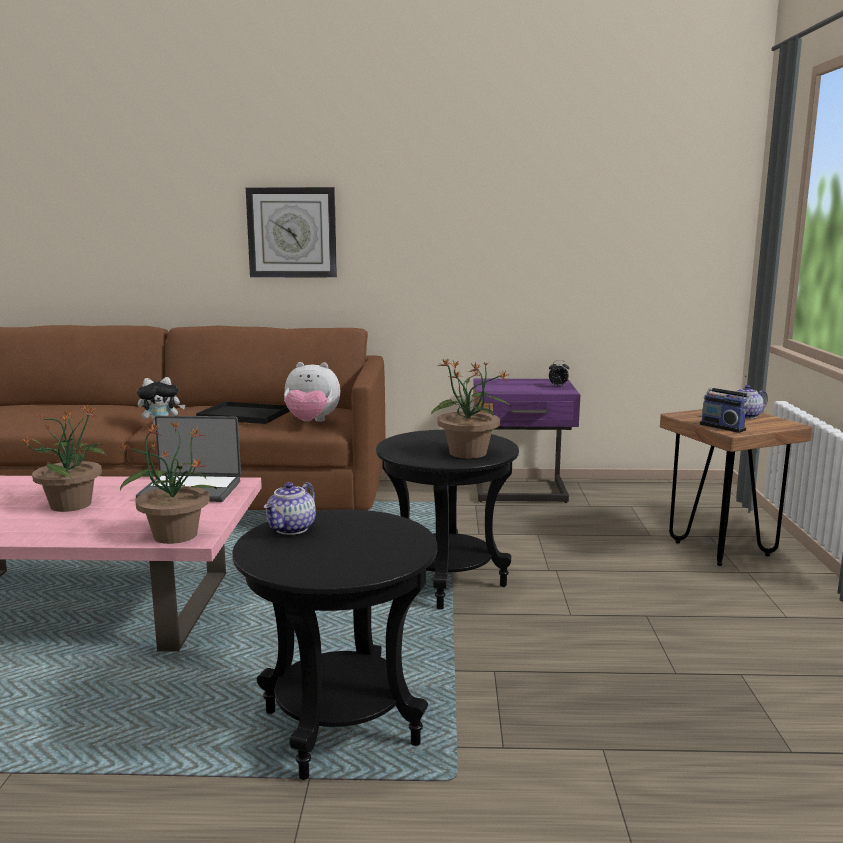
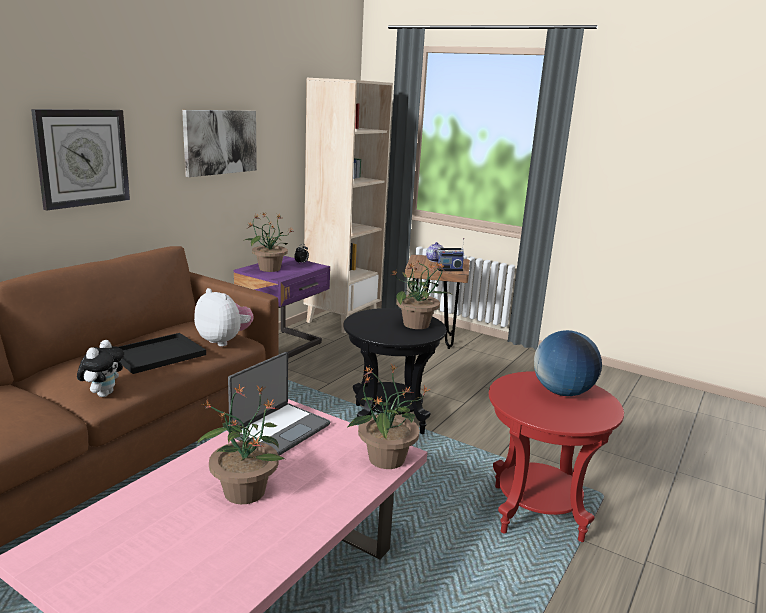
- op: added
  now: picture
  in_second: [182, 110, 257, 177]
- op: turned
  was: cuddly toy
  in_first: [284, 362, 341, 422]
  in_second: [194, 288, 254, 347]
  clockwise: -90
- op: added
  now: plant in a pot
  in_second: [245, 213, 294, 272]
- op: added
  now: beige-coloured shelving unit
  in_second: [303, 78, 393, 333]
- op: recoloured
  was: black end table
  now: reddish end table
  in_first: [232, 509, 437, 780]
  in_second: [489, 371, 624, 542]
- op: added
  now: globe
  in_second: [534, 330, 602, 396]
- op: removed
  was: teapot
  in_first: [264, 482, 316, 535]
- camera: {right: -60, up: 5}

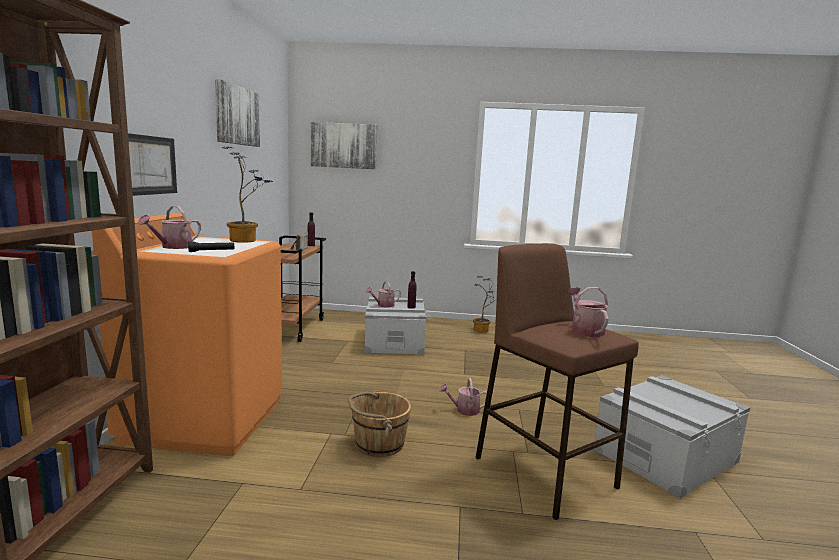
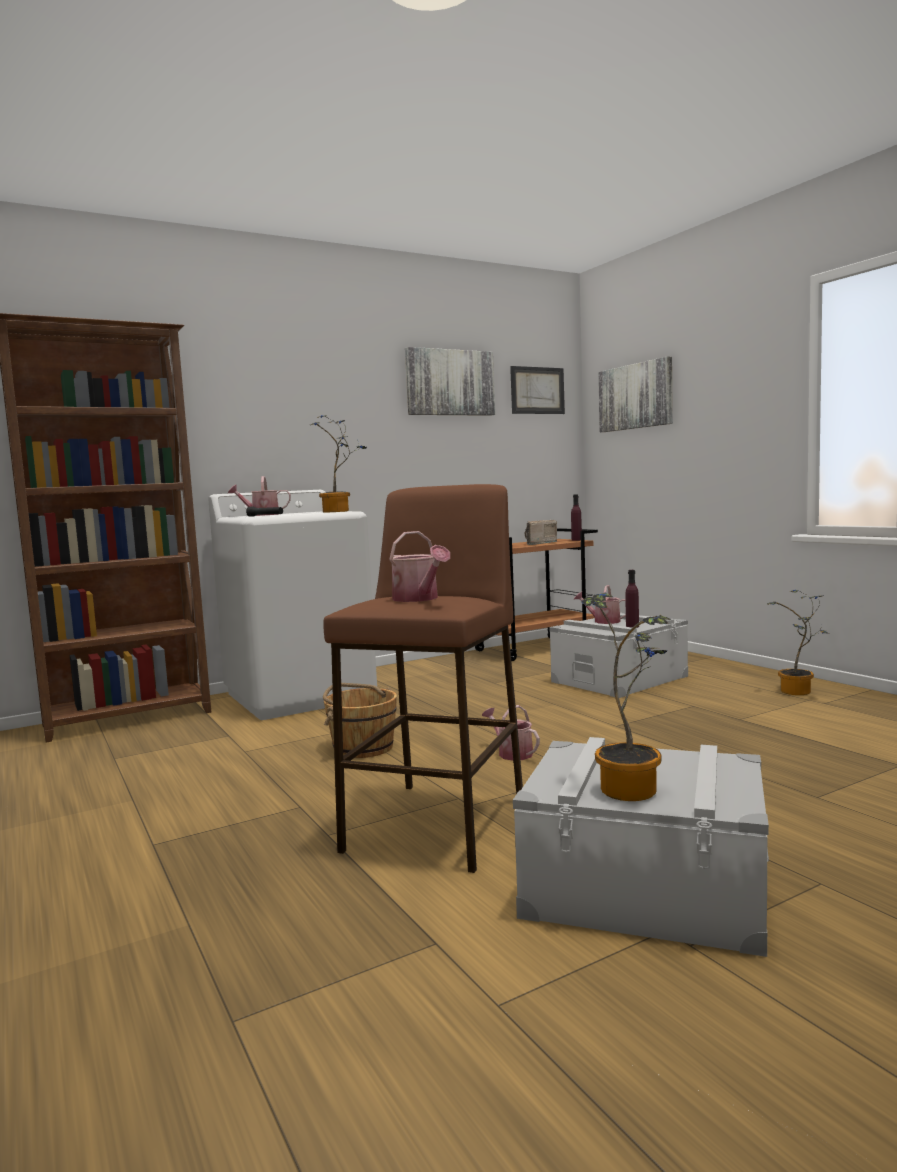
- op: recoloured
  was: orange-coloured washing machine
  now: white-coloured washing machine
  in_first: [92, 213, 282, 456]
  in_second: [208, 490, 377, 720]
- op: turned
  was: watering pot
  in_first: [567, 287, 608, 337]
  in_second: [389, 531, 450, 602]
  clockwise: 105
- op: moved
  was: picture
  in_first: [128, 133, 177, 196]
  in_second: [510, 366, 565, 414]
- op: added
  now: plant in a pot
  in_second: [581, 592, 672, 801]
- camera: {right: 55, up: -5}

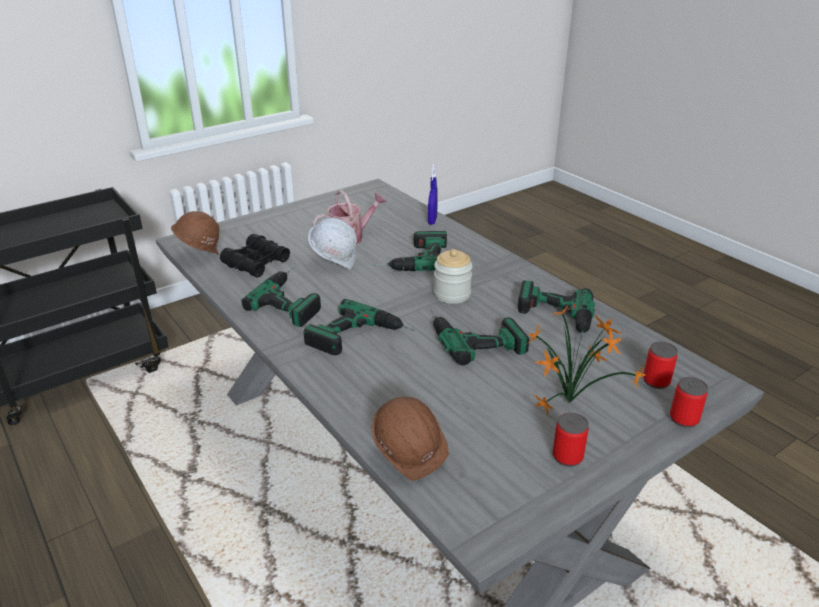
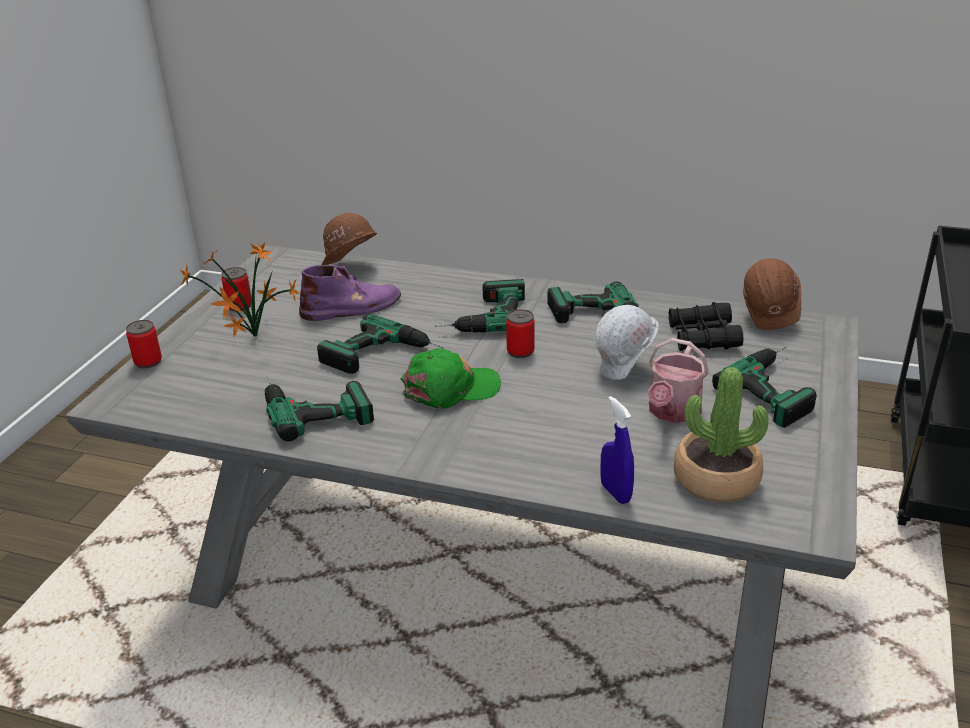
- op: added
  now: purple boot
  in_second: [299, 265, 401, 321]
- op: replaced
  was: jar
  now: green peaked cap
  in_first: [434, 249, 473, 304]
  in_second: [401, 348, 501, 409]
- op: moved
  was: sealed can
  in_first: [643, 341, 678, 389]
  in_second: [506, 309, 534, 358]
- op: added
  now: plant in a pot
  in_second: [674, 367, 768, 502]
- op: moved
  was: power drill
  in_first: [374, 231, 447, 271]
  in_second: [712, 346, 817, 428]
- camera: {right: 145, up: 0}

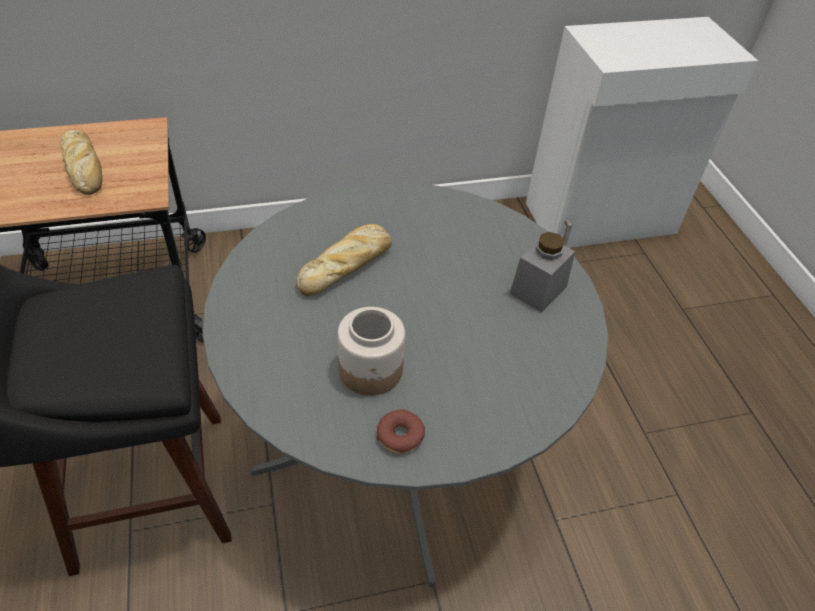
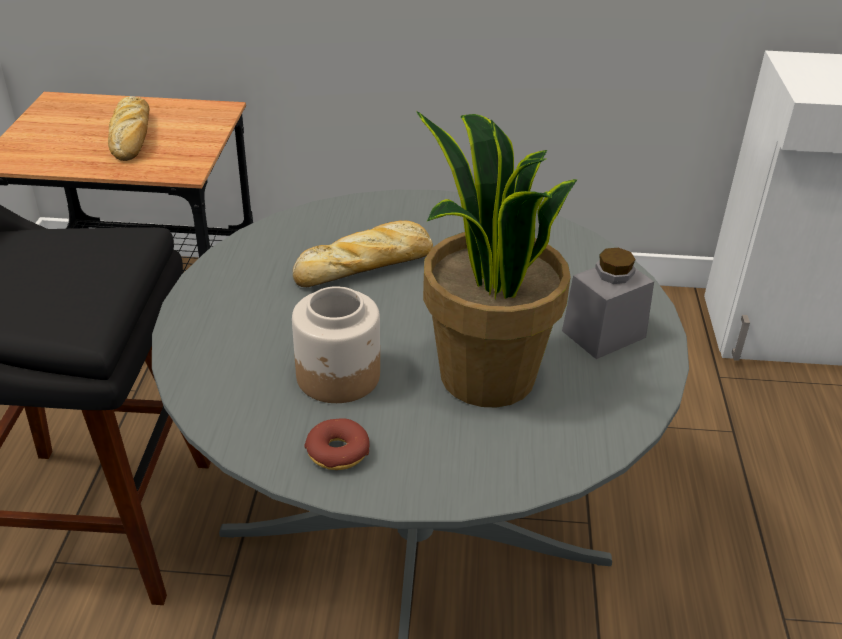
- op: added
  now: plant in a pot
  in_second: [417, 111, 577, 408]
- camera: {right: 20, up: -10}

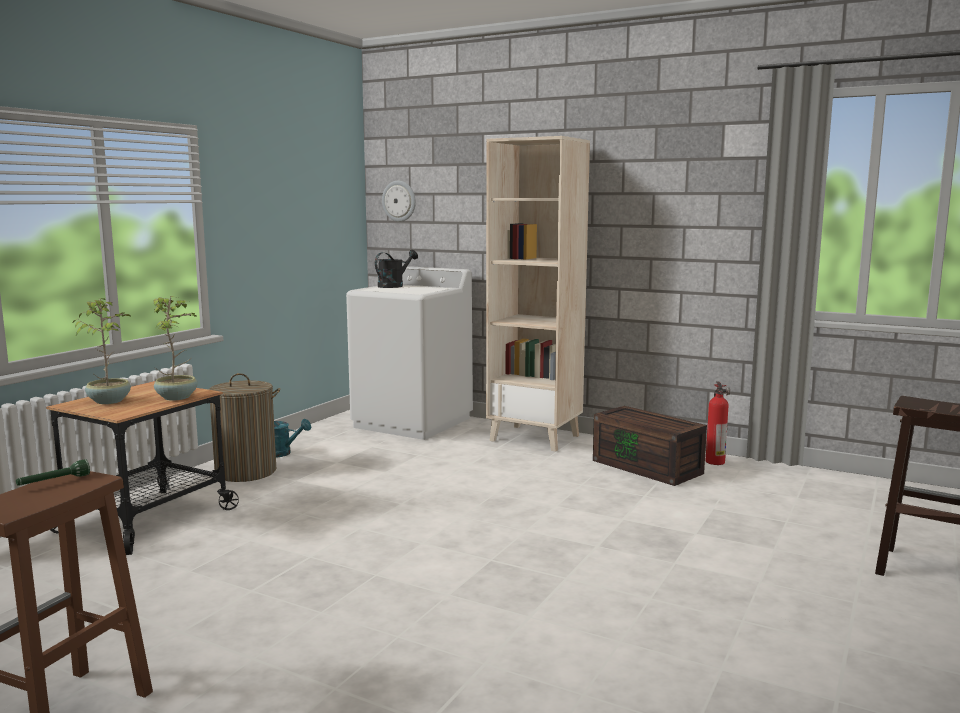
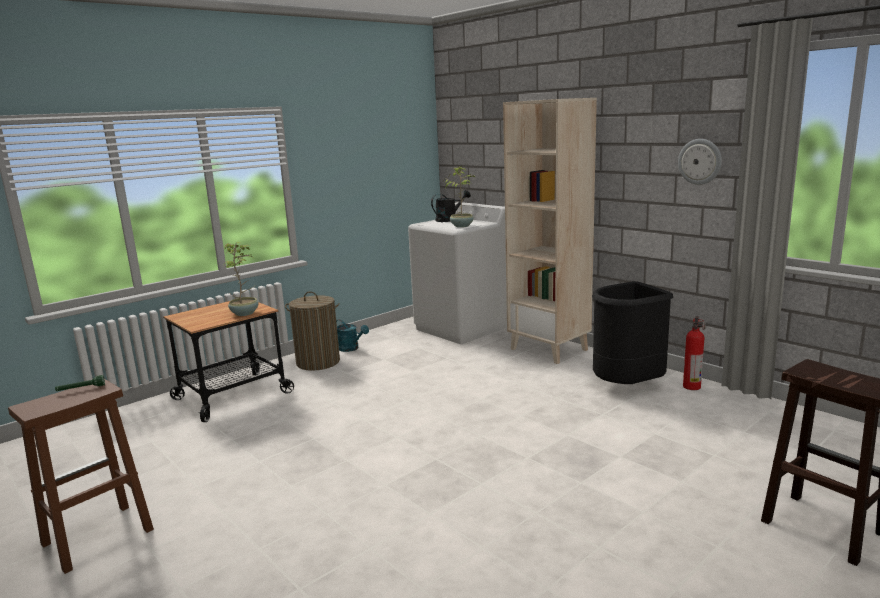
- op: moved
  was: plant in a pot
  in_first: [72, 298, 132, 404]
  in_second: [444, 166, 475, 228]
- op: replaced
  was: brown storage container
  now: black rubbish bin
  in_first: [593, 406, 707, 486]
  in_second: [592, 281, 673, 384]
- op: moved
  was: hanging clock
  in_first: [382, 181, 416, 222]
  in_second: [678, 139, 722, 185]
- camera: {right: 20, up: 5}

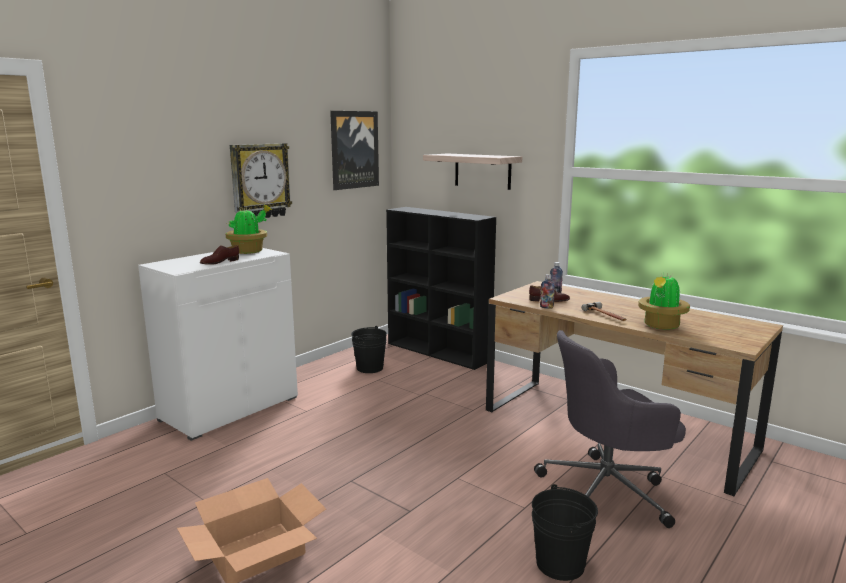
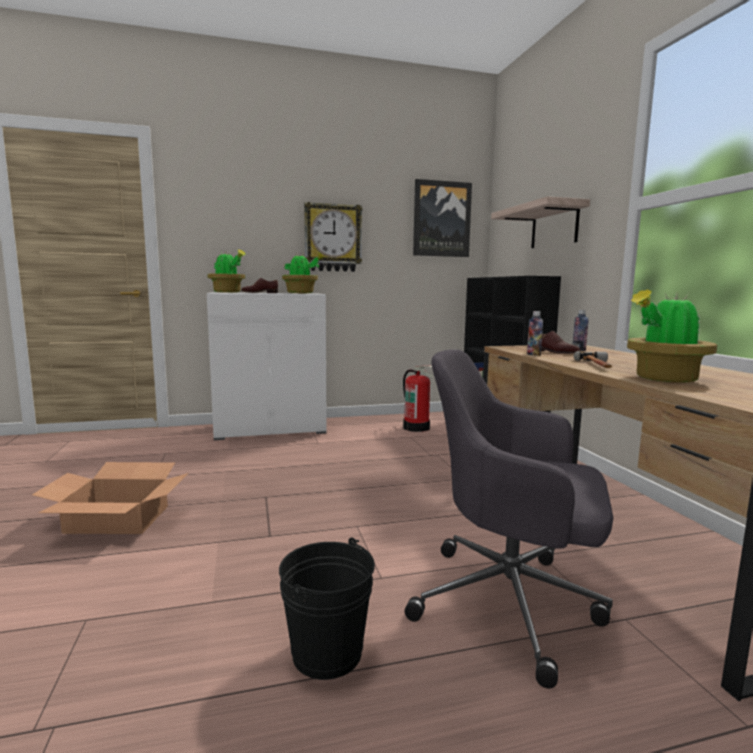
- op: added
  now: plant in a pot
  in_second: [208, 249, 246, 293]
- op: replaced
  was: black bucket
  now: fire extinguisher
  in_first: [351, 326, 387, 373]
  in_second: [403, 365, 434, 432]
- camera: {right: 35, up: -5}

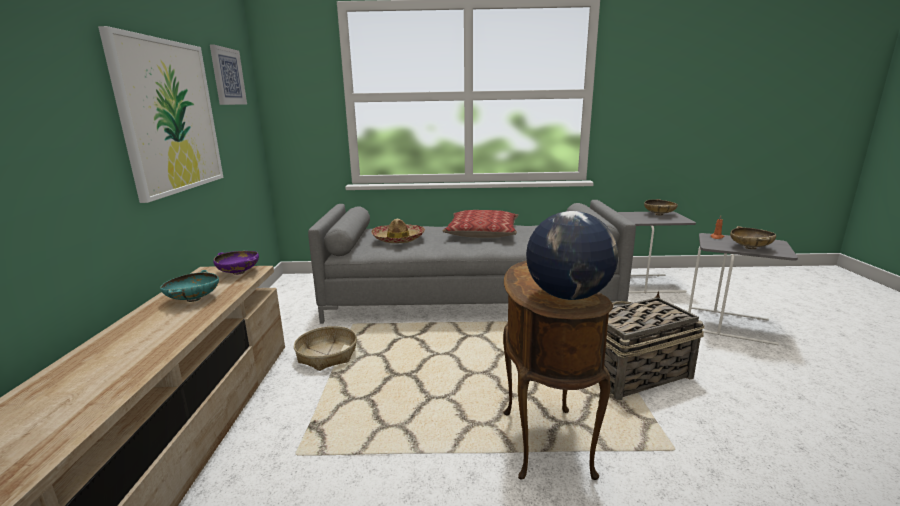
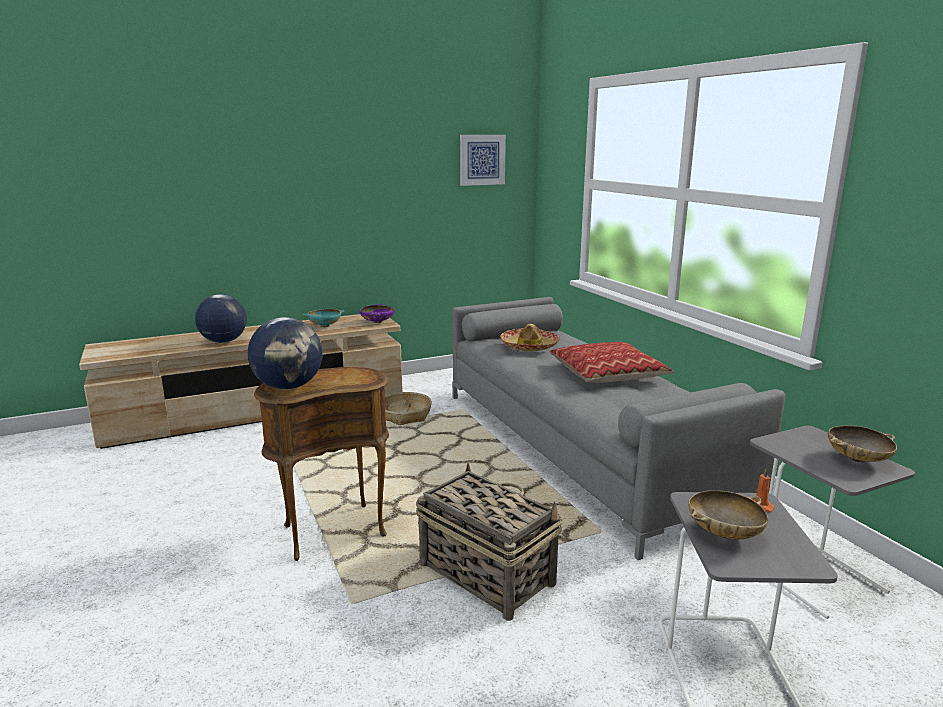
- op: added
  now: globe
  in_second: [195, 294, 247, 343]
- op: removed
  was: picture
  in_first: [98, 26, 224, 203]
- camera: {right: 65, up: 0}

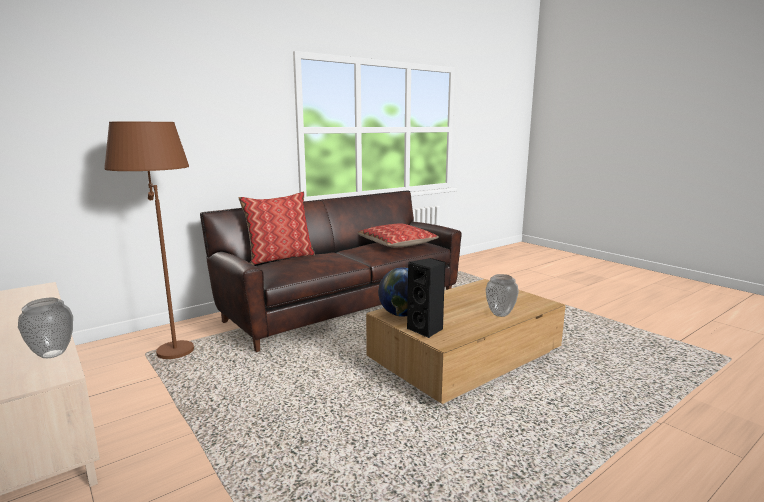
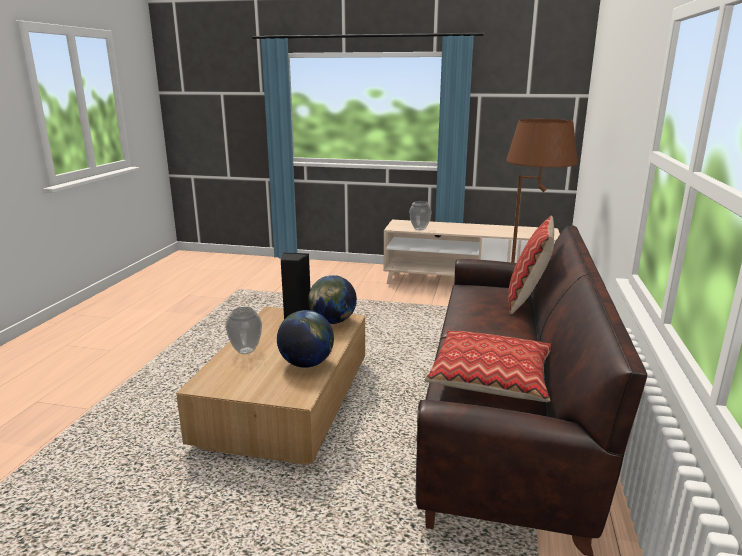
- op: added
  now: globe
  in_second: [277, 310, 334, 368]
- camera: {right: 140, up: 5}

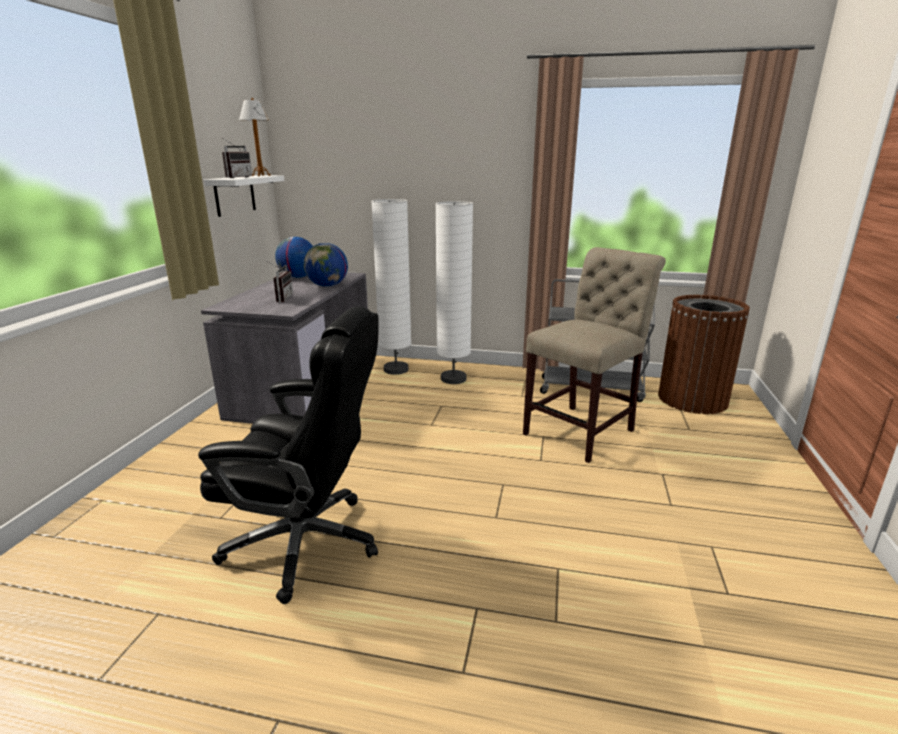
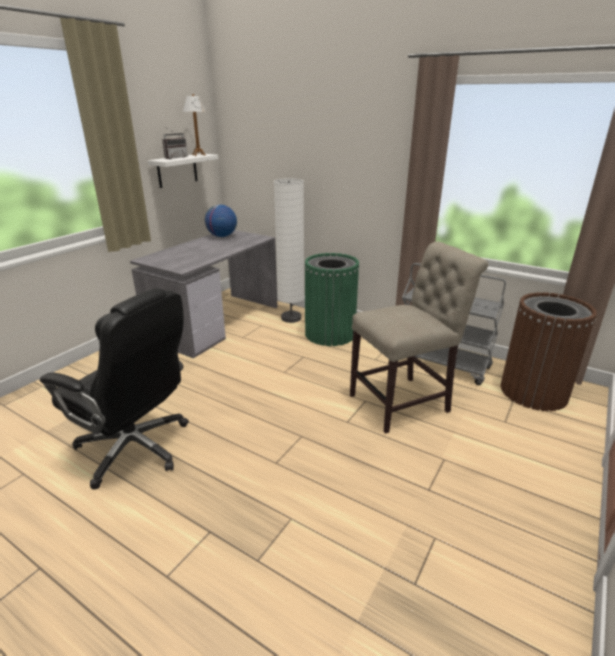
- op: replaced
  was: white-coloured standard lamp
  now: green rubbish bin
  in_first: [435, 201, 473, 384]
  in_second: [305, 253, 359, 346]
- op: removed
  was: radio set
  in_first: [267, 261, 293, 302]
- op: removed
  was: globe
  in_first: [304, 243, 348, 287]
- camera: {right: 20, up: 5}

